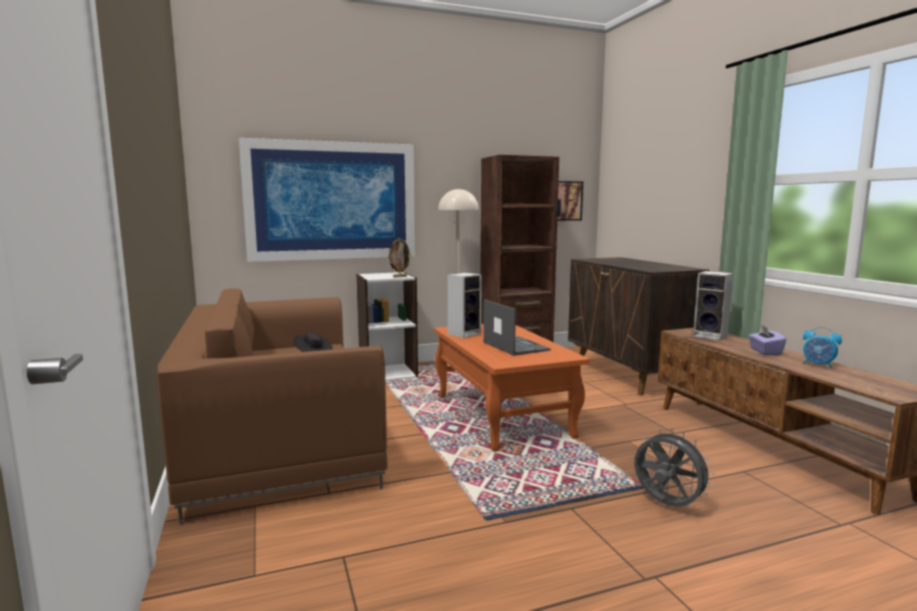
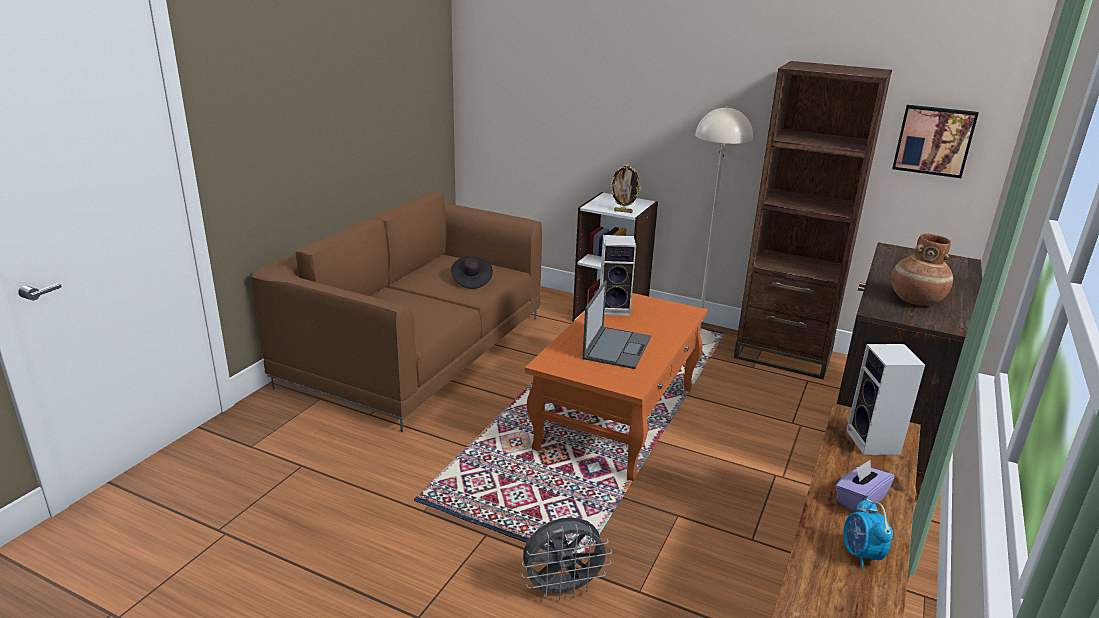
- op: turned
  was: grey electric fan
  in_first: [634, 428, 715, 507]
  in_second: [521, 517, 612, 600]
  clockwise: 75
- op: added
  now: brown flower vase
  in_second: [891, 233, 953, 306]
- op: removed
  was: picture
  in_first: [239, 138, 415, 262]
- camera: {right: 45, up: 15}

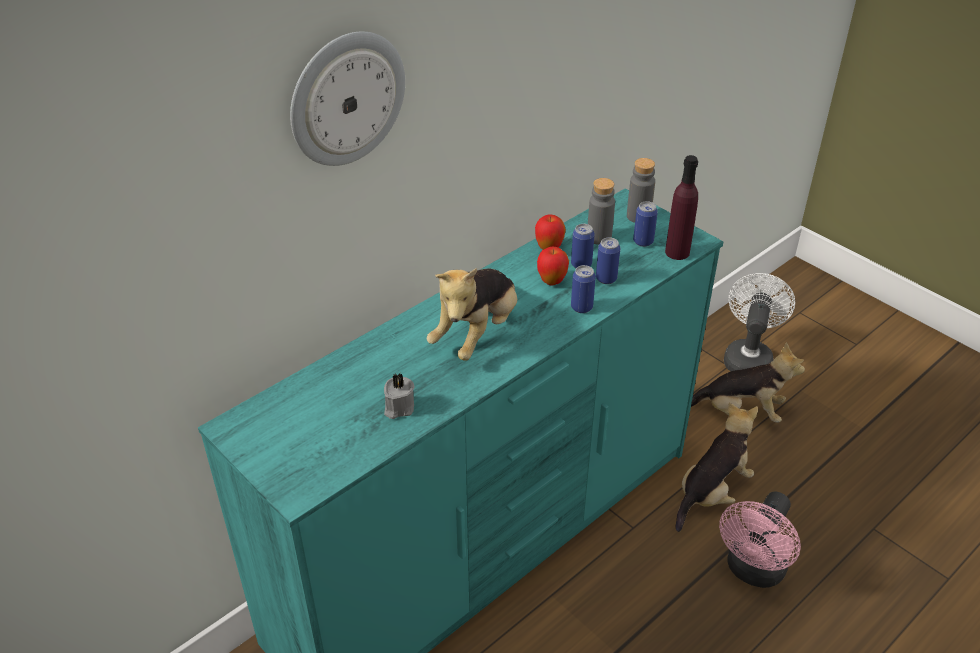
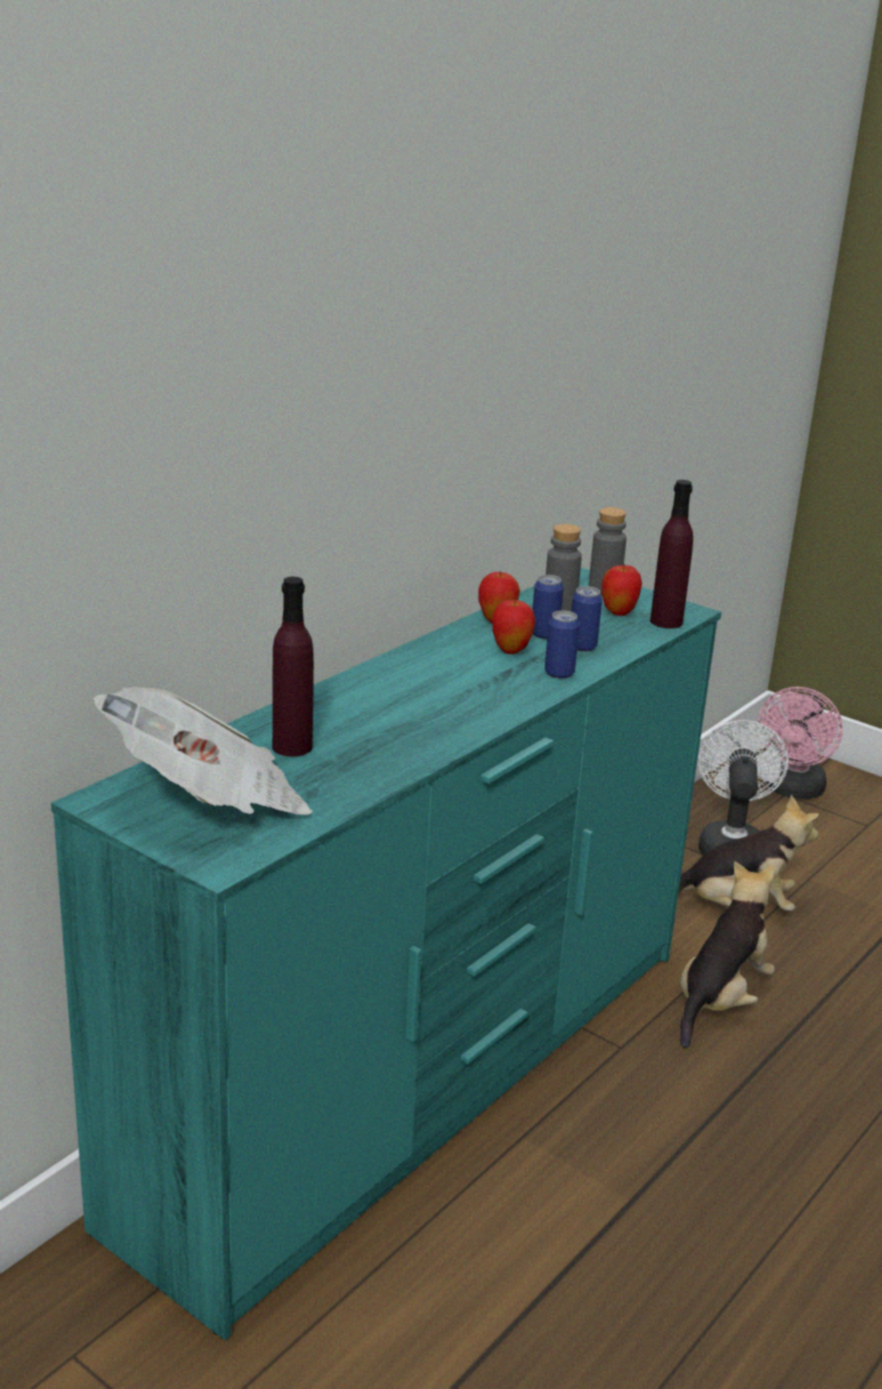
- op: added
  now: daily paper
  in_second: [93, 687, 313, 815]
- op: added
  now: purple bottle
  in_second: [272, 577, 314, 757]
- op: replaced
  was: sealed can
  now: apple fruit
  in_first: [633, 201, 658, 247]
  in_second: [602, 564, 642, 616]
- op: moved
  was: pink-coloured electric fan
  in_first: [719, 491, 801, 588]
  in_second: [758, 687, 843, 799]
- op: removed
  was: hanging clock
  in_first: [290, 32, 405, 166]
- op: removed
  was: grey candle
  in_first: [384, 373, 414, 419]
- op: removed
  was: cuddly toy
  in_first: [427, 268, 517, 360]
- camera: {right: -10, up: -15}

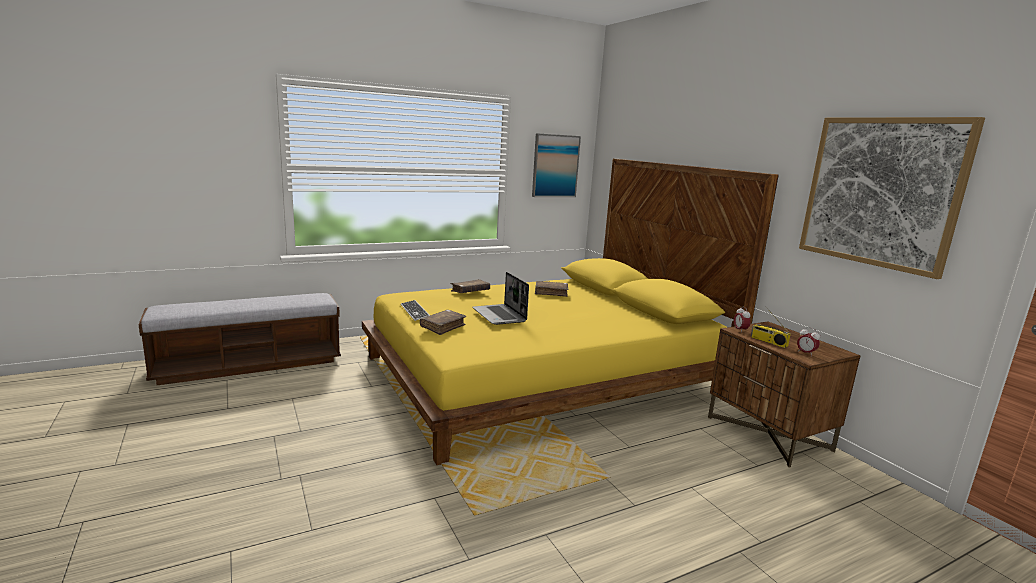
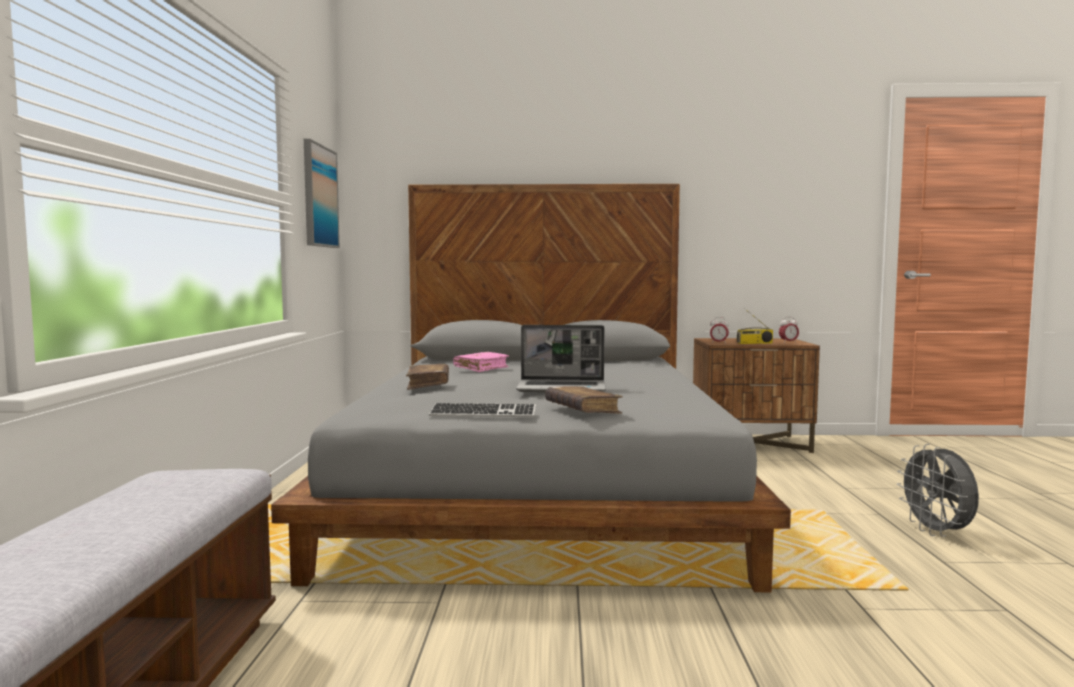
- op: recoloured
  was: yellowish bed
  now: grey bed
  in_first: [362, 159, 779, 465]
  in_second: [271, 184, 791, 592]
- op: recoloured
  was: brown volume
  now: pink-coloured volume
  in_first: [535, 281, 568, 297]
  in_second: [453, 352, 509, 372]
- op: added
  now: grey electric fan
  in_second: [897, 444, 979, 537]
- op: removed
  was: picture
  in_first: [799, 117, 985, 279]
- camera: {right: -60, up: -10}

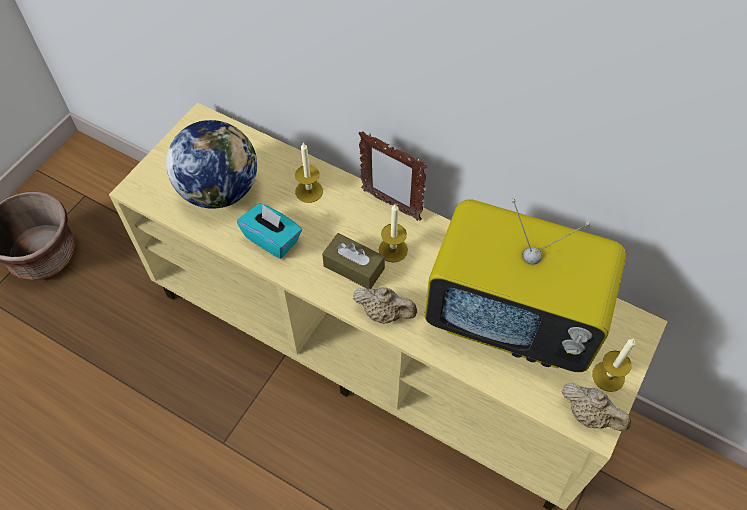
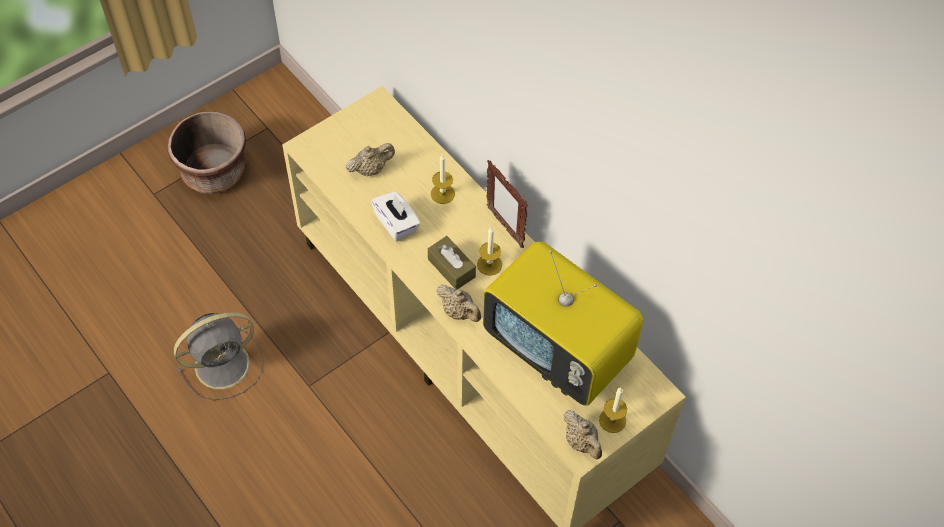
- op: added
  now: grey electric fan
  in_second: [174, 312, 264, 400]
- op: replaced
  was: globe
  now: beige-coloured teapot
  in_first: [166, 120, 257, 209]
  in_second: [346, 143, 395, 176]
- op: recoloured
  was: turquoise-coloured box of tissues
  now: white-coloured box of tissues
  in_first: [237, 203, 302, 259]
  in_second: [371, 191, 421, 242]
- camera: {right: 20, up: 0}

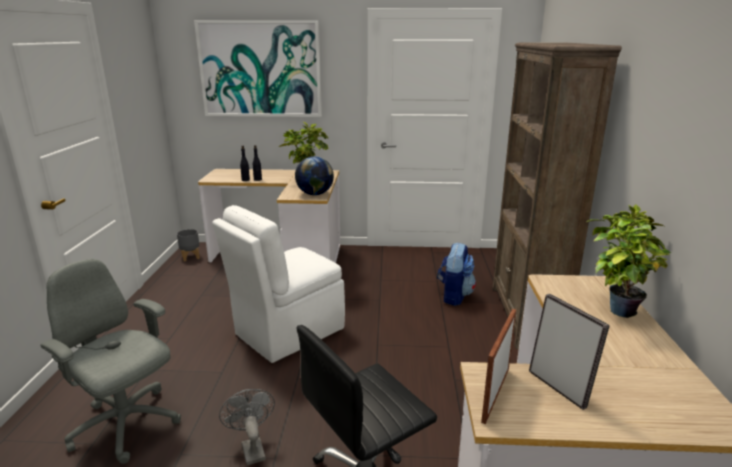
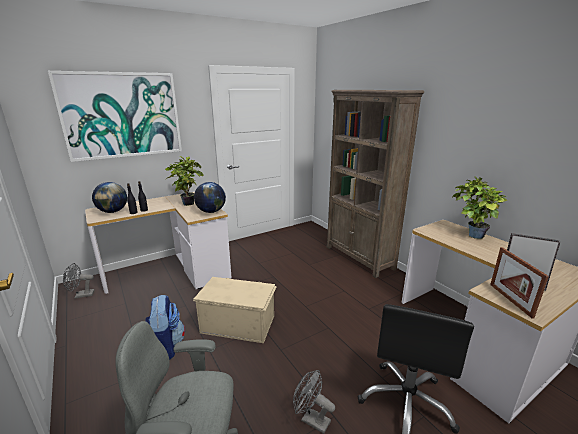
- op: replaced
  was: grey flower pot
  now: grey electric fan
  in_first: [177, 229, 200, 262]
  in_second: [63, 263, 95, 299]
- op: added
  now: globe
  in_second: [92, 182, 127, 213]
- op: moved
  was: backpack
  in_first: [437, 242, 476, 306]
  in_second: [145, 295, 185, 360]
- op: replaced
  was: white-coloured chair
  now: beige-coloured storage container
  in_first: [212, 205, 345, 363]
  in_second: [193, 277, 277, 343]
- camera: {right: -35, up: 0}

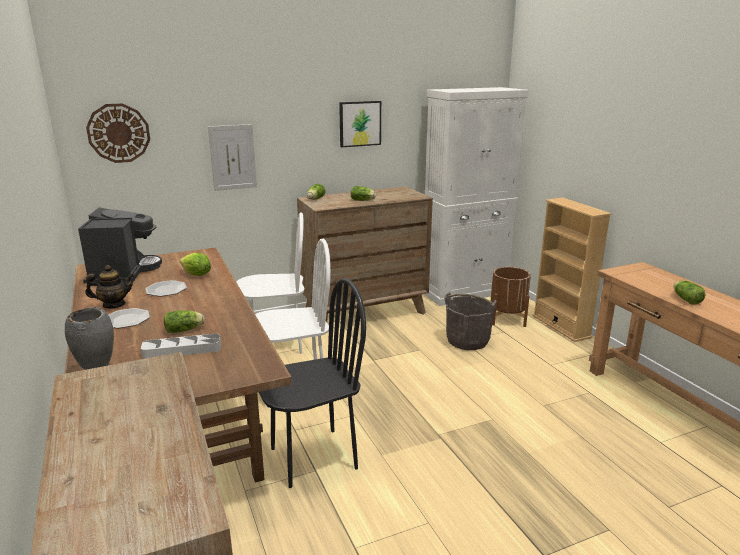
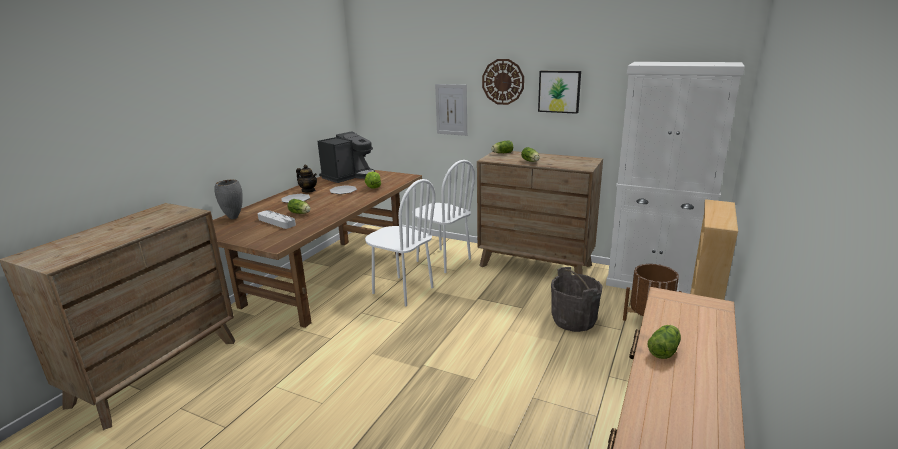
- op: moved
  was: hanging clock
  in_first: [86, 103, 150, 163]
  in_second: [482, 59, 524, 105]
- op: removed
  was: black chair
  in_first: [259, 278, 366, 488]
- camera: {right: 50, up: 0}

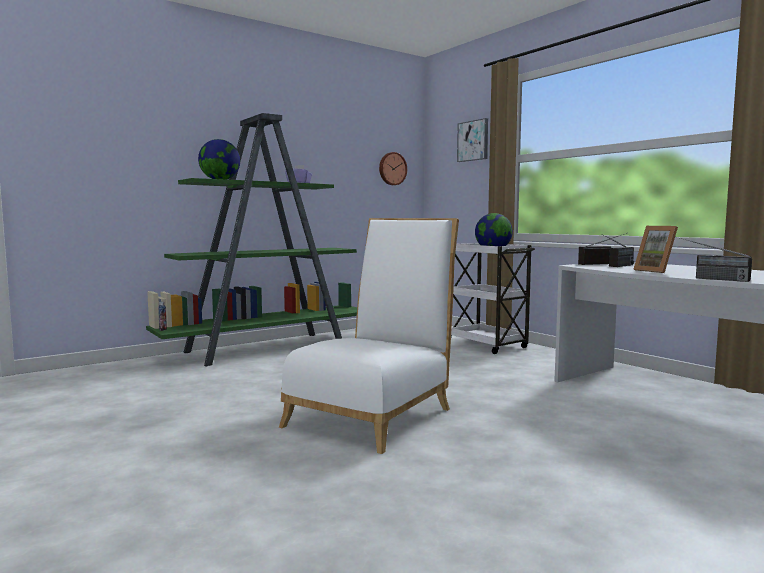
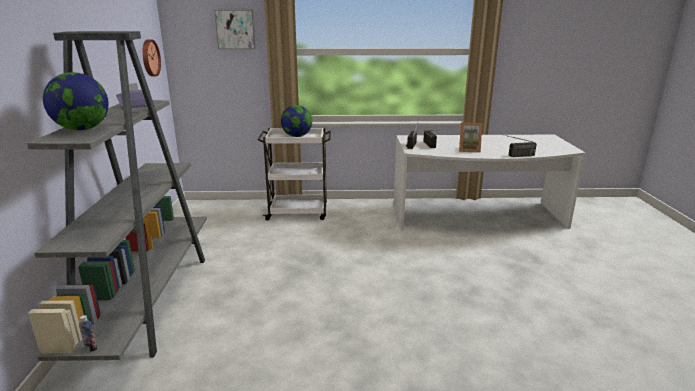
- op: recoloured
  was: green shelving unit
  now: grey shelving unit
  in_first: [146, 113, 357, 367]
  in_second: [27, 31, 207, 361]
- op: removed
  was: white-coloured chair
  in_first: [279, 218, 459, 454]
- camera: {right: -55, up: 15}

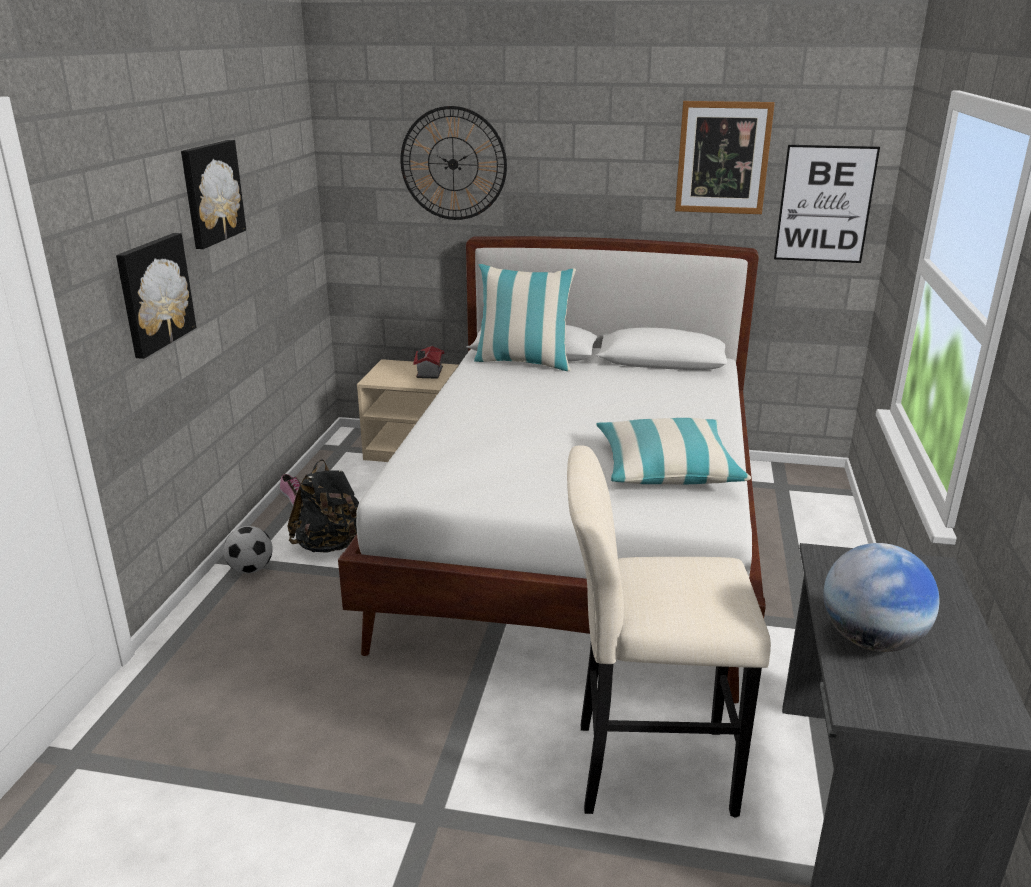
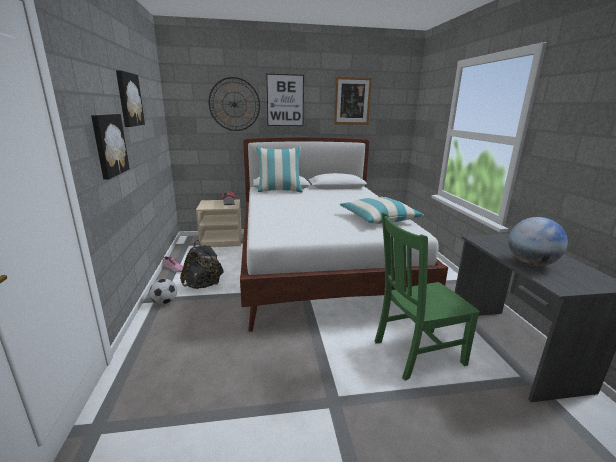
- op: moved
  was: picture
  in_first: [774, 145, 880, 263]
  in_second: [266, 74, 304, 126]
- op: replaced
  was: beige-coloured stool
  now: green chair
  in_first: [567, 445, 771, 818]
  in_second: [375, 212, 480, 381]
- camera: {right: -20, up: -5}

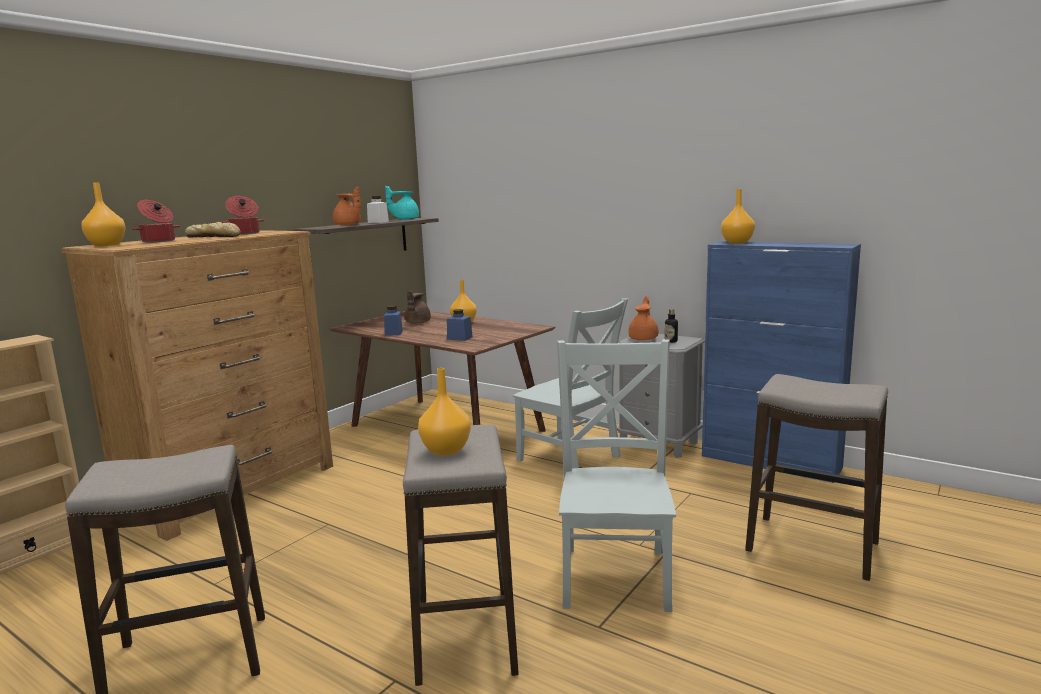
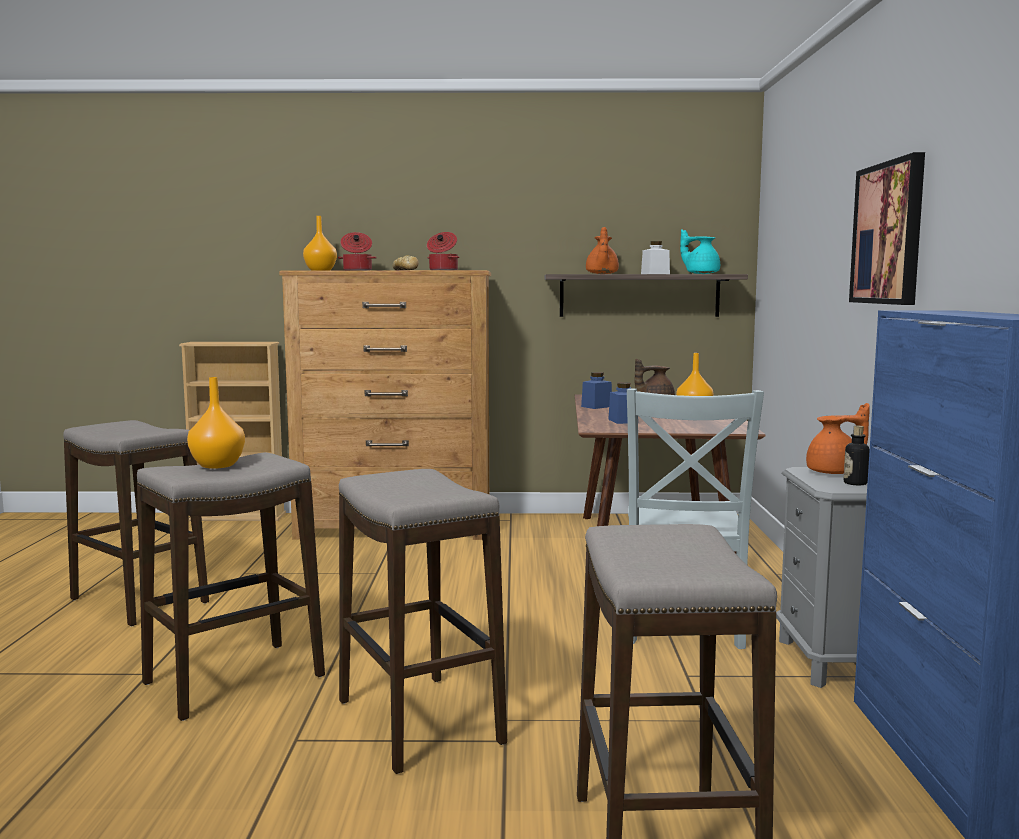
- op: replaced
  was: grey chair
  now: stool
  in_first: [557, 339, 676, 612]
  in_second: [339, 469, 507, 774]
- op: added
  now: picture
  in_second: [849, 152, 925, 305]
- op: removed
  was: orange-coloured flower vase
  in_first: [721, 189, 755, 243]
- camera: {right: 55, up: -5}

